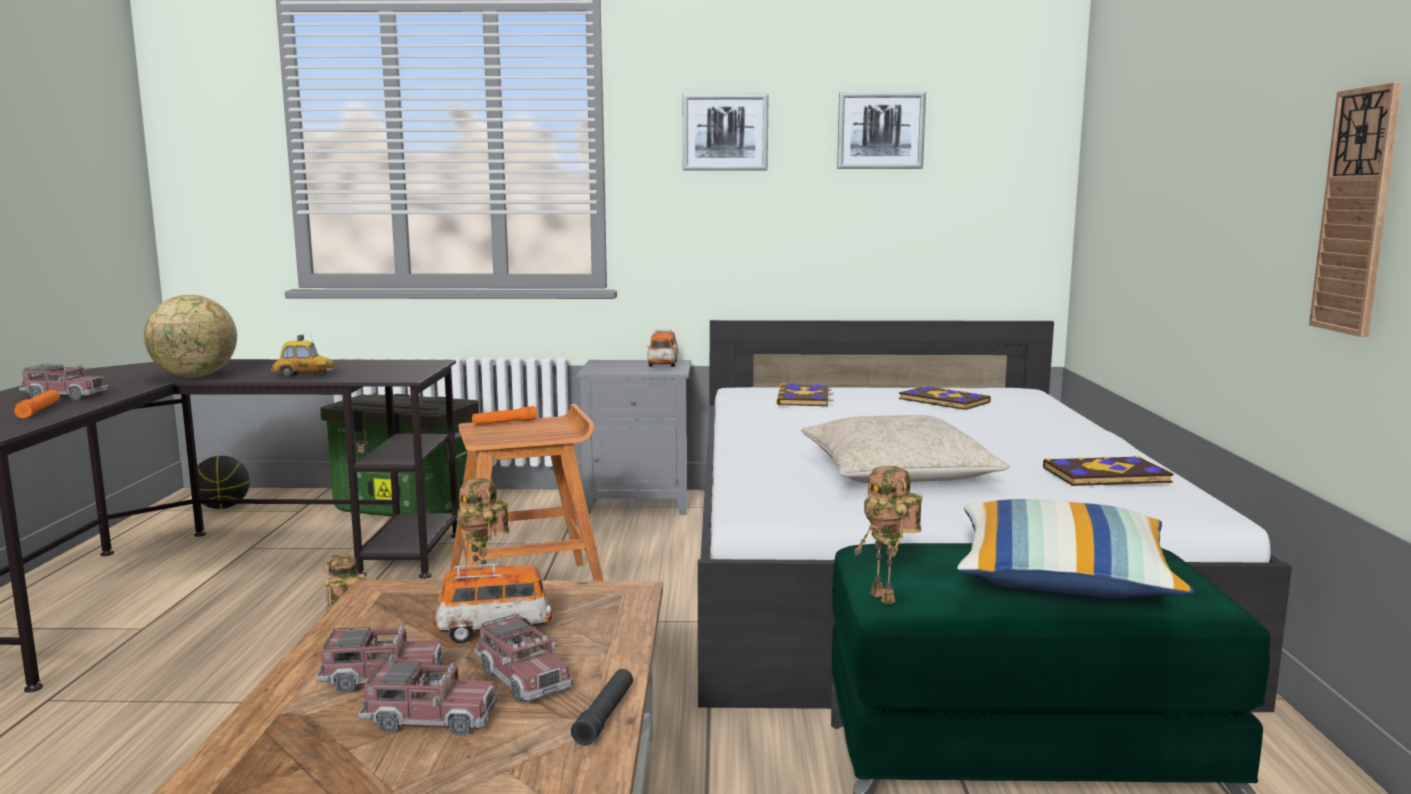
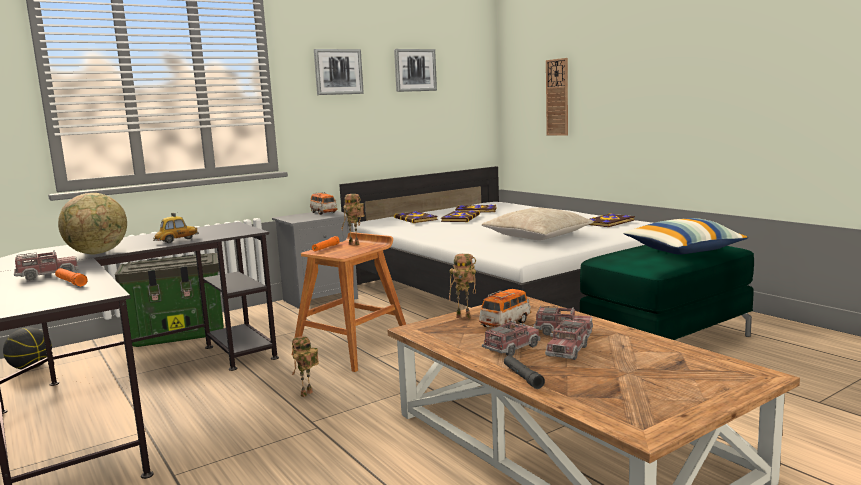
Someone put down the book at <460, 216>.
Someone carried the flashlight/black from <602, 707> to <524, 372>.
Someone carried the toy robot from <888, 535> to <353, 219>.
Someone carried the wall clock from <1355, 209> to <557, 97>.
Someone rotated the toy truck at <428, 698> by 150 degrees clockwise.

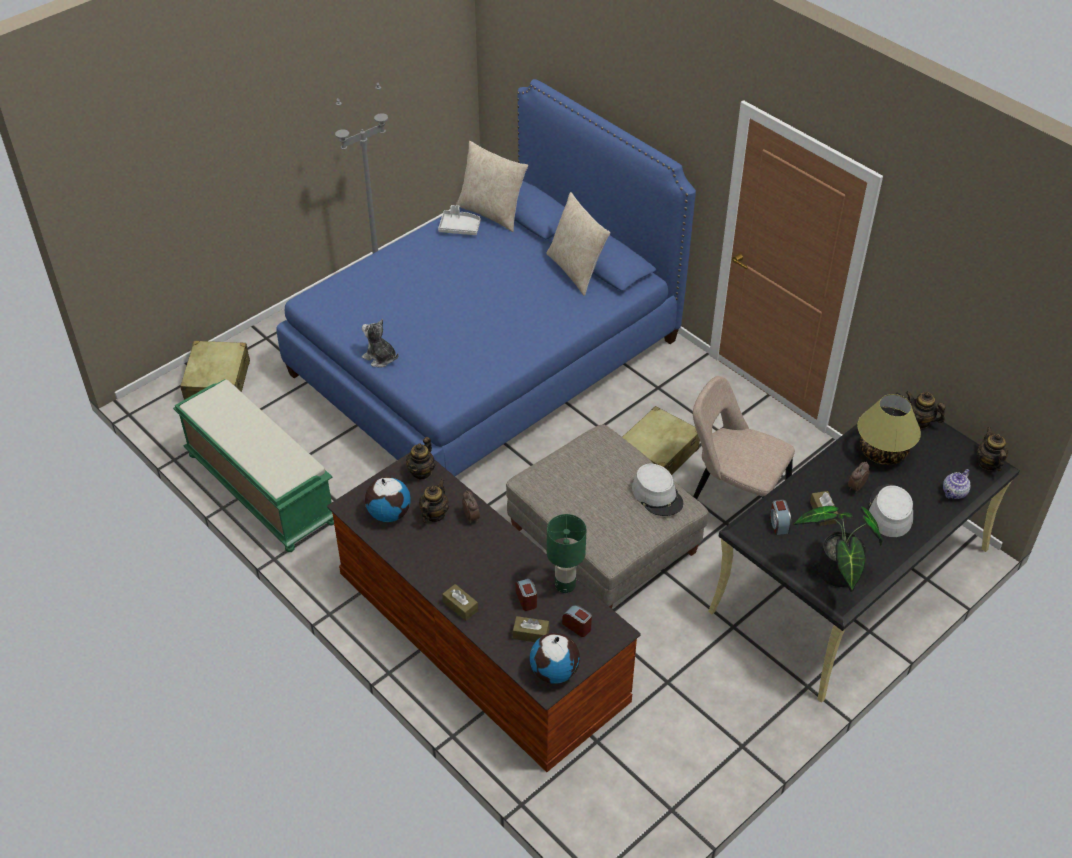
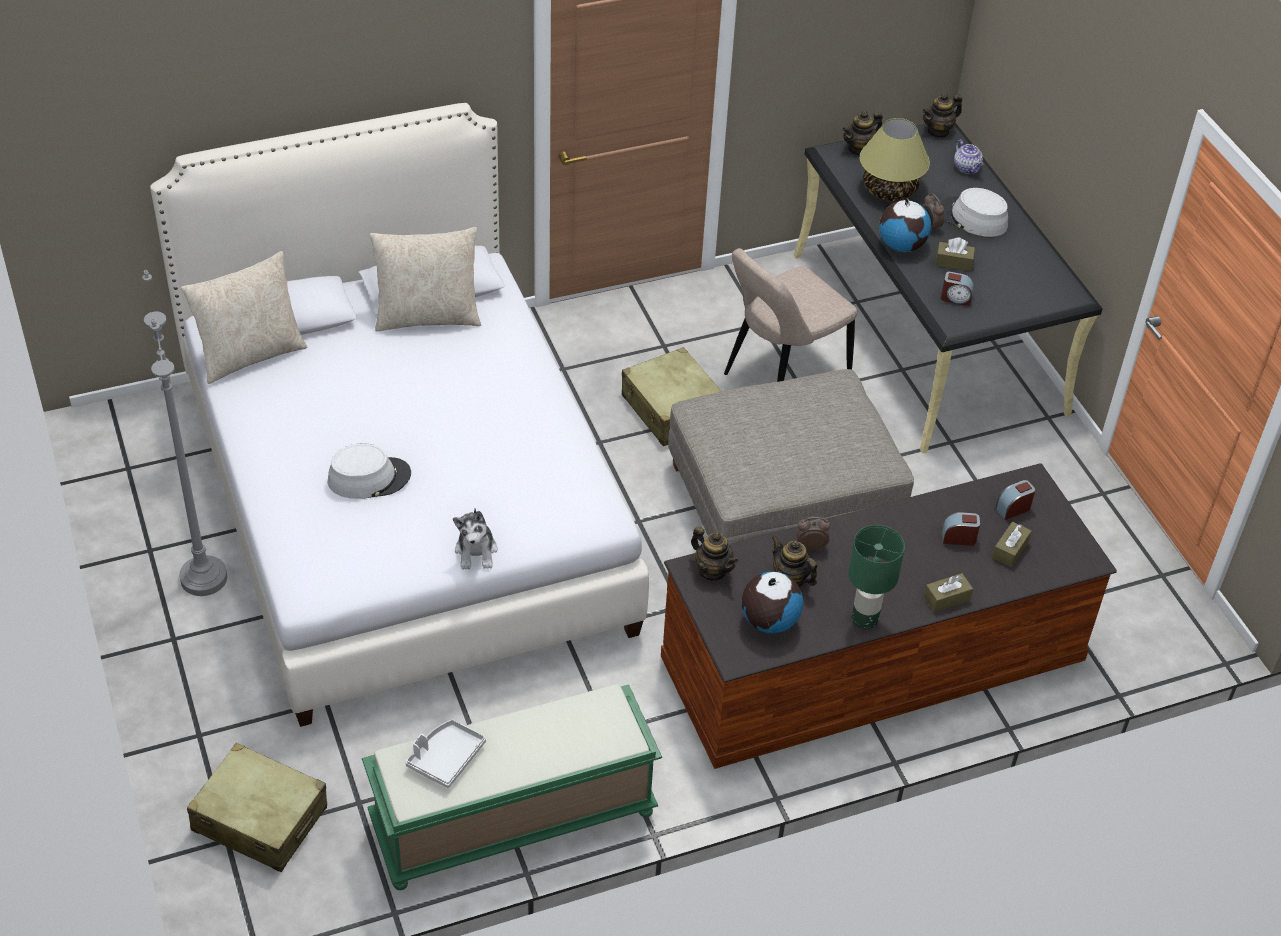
Someone took away the potted plant at <838, 549>.
Someone carried the tray/grey from <459, 220> to <446, 753>.
Someone carried the globe from <555, 658> to <905, 225>.
Someone carried the table lamp/green from <567, 553> to <876, 577>.
Someone carried the hat/grey from <657, 490> to <369, 471>.
Someone repainted the bed/blue at <486, 277>, which became the bed/white at <399, 415>.
Someone rotated the plush toy at <380, 343> by 60 degrees counterclockwise.
Someone rotated the teapot at <993, 449> by 45 degrees counterclockwise.

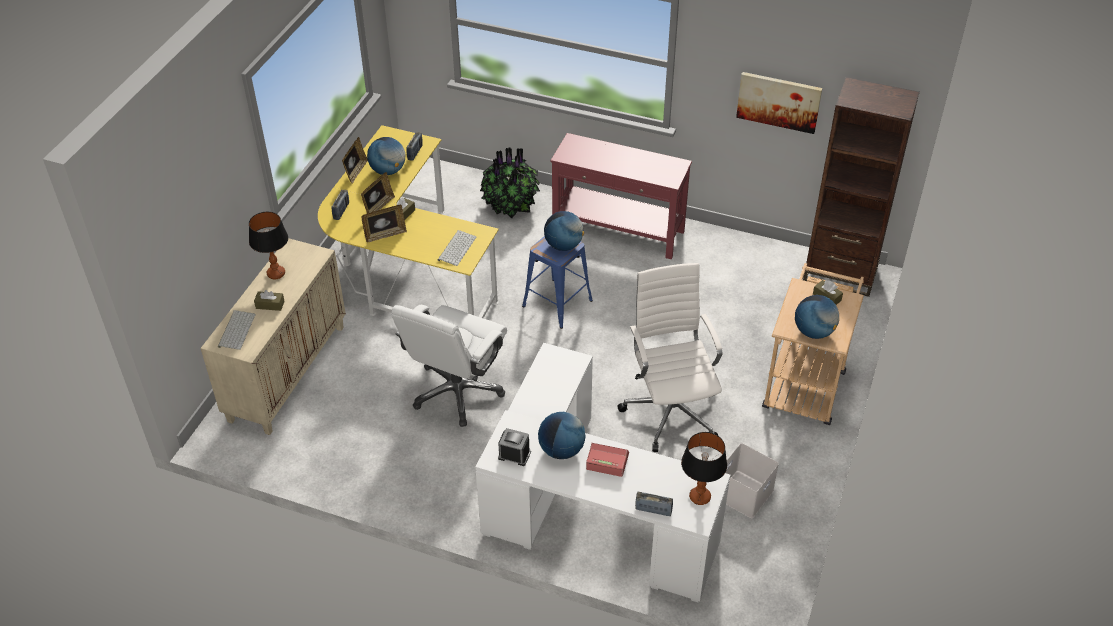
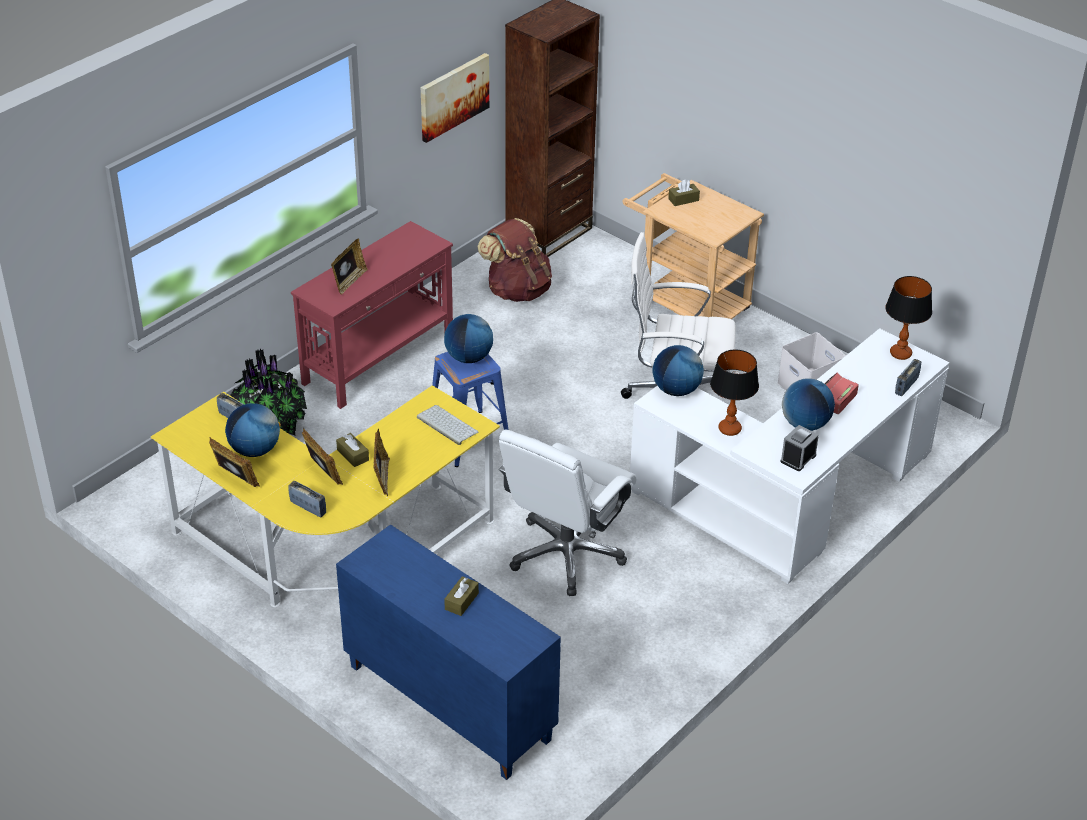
Someone took away the keyboard at <237, 330>.
Someone put down the picture frame at <349, 266>.
Someone put down the backpack/brown at <514, 260>.
Someone carried the table lamp from <268, 245> to <734, 392>.
Someone carried the globe from <817, 317> to <678, 370>.
Someone repainted the cabinet/beige at <273, 336>, which became the cabinet/blue at <448, 652>.
Someone rotated the office chair/white at <449, 366> by 75 degrees clockwise.

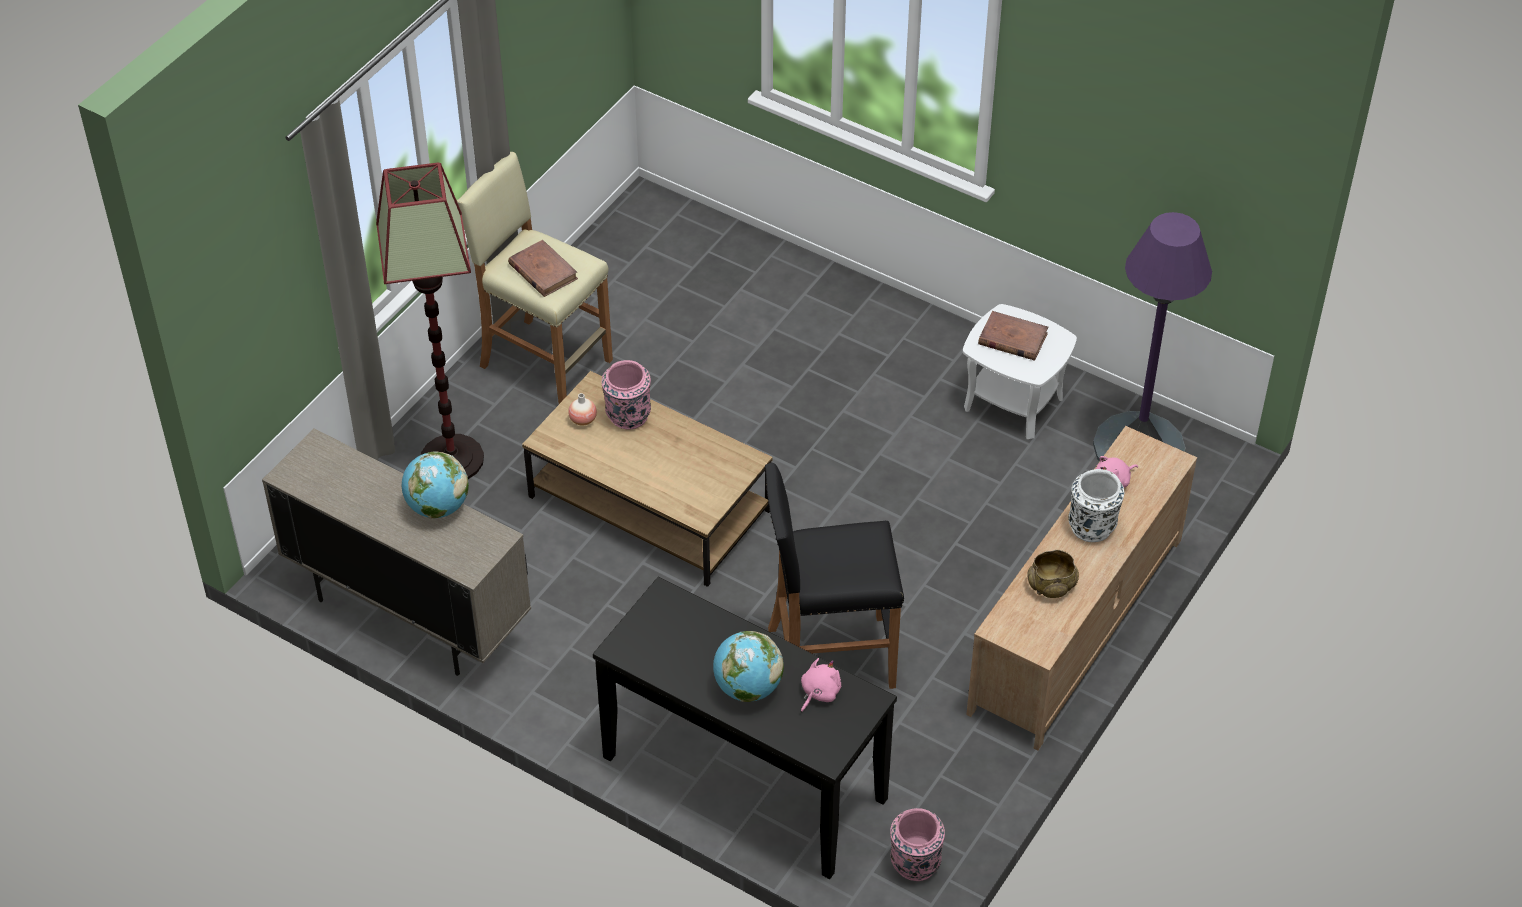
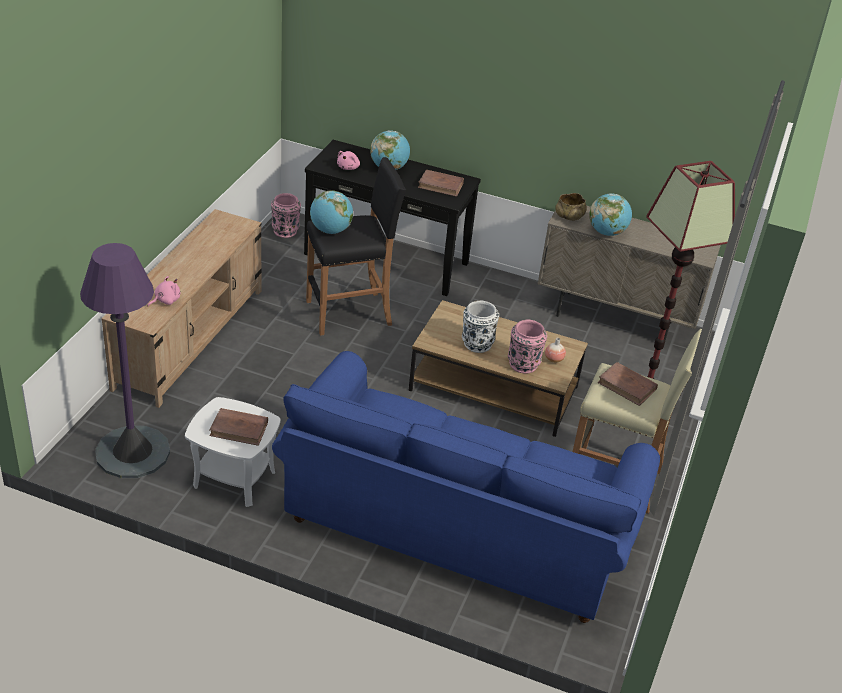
Someone put down the sofa/blue at <466, 487>.
Someone put down the globe at <331, 212>.
Someone put down the book/brown at <441, 183>.
Someone carried the bowl/beige from <1053, 574> to <571, 207>.
Someone carried the vase/white from <1096, 505> to <480, 327>.

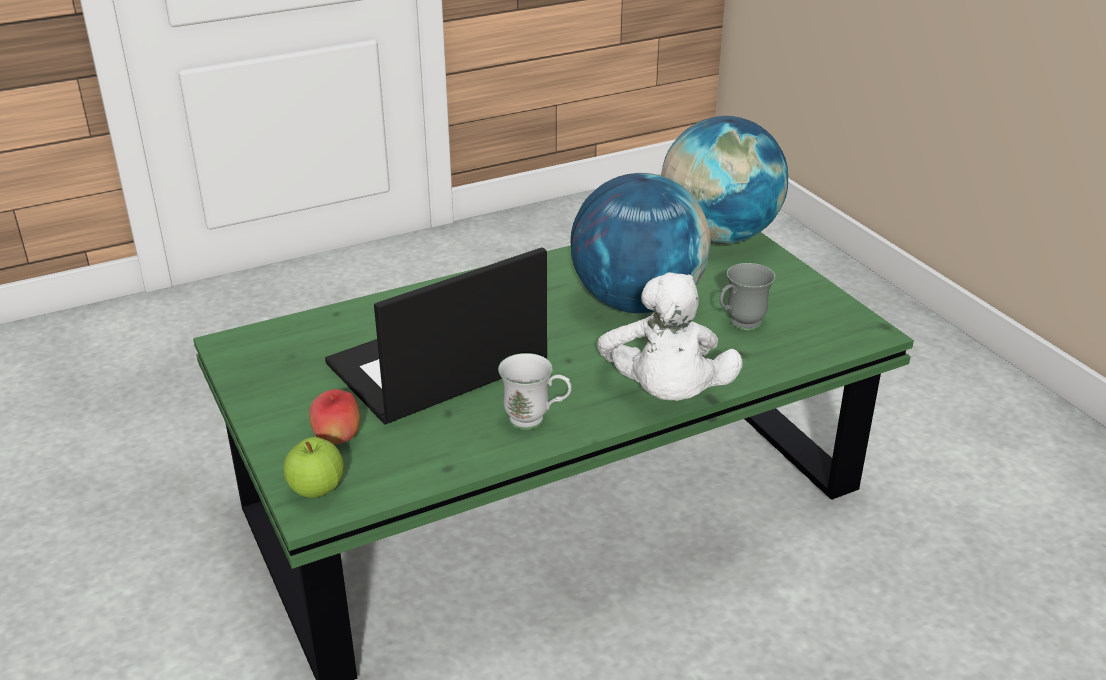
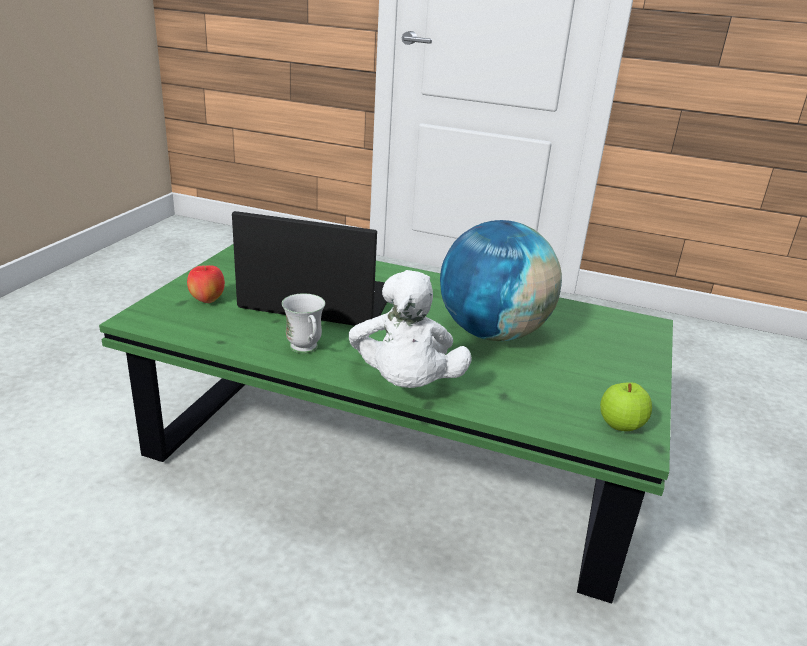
Someone took away the globe at <724, 180>.
Someone took away the mug/grey at <747, 296>.
Someone carried the apple from <314, 467> to <626, 406>.
Someone rotated the plush toy/white at <670, 336> by 45 degrees counterclockwise.

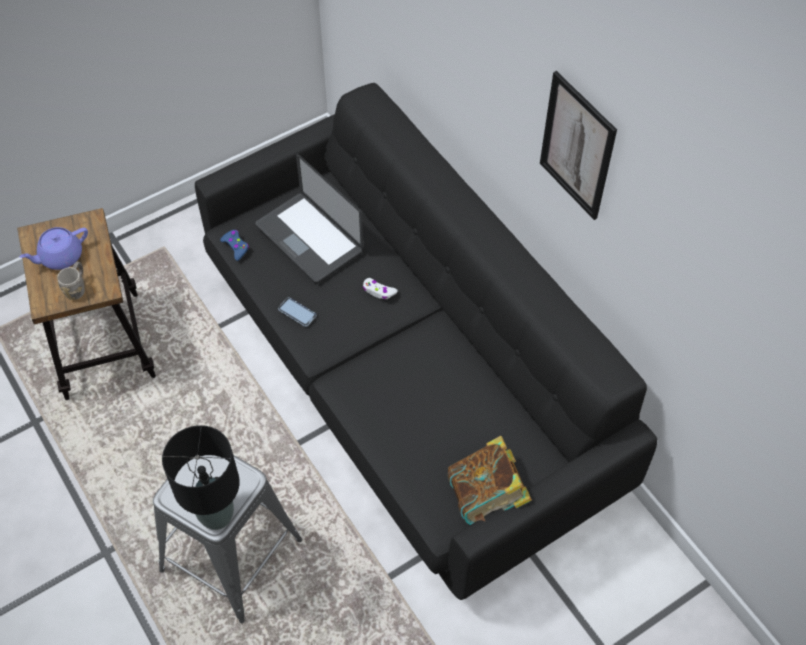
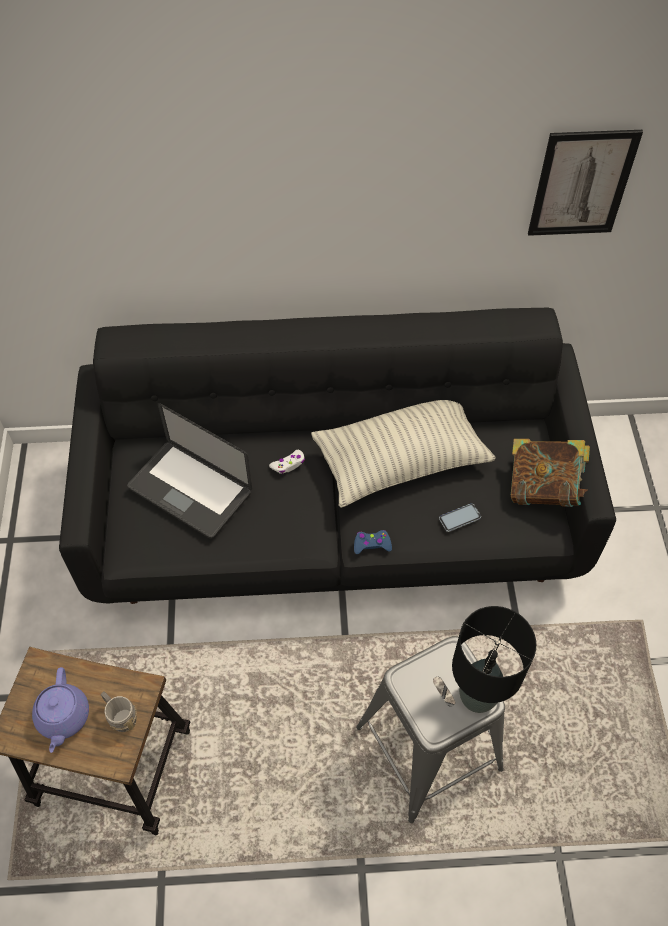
Someone put down the pillow at <403, 454>.
Someone carried the game controller/blue from <234, 245> to <373, 542>.
Someone carried the phone from <297, 312> to <460, 517>.
Someone carried the picture from <578, 145> to <585, 183>.
Someone rotated the laptop at <309, 219> by 45 degrees clockwise.

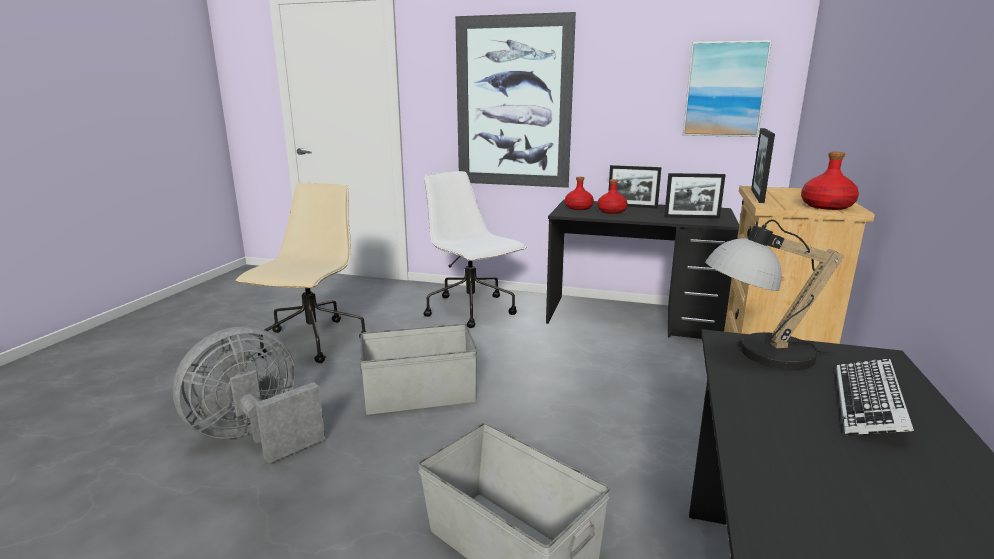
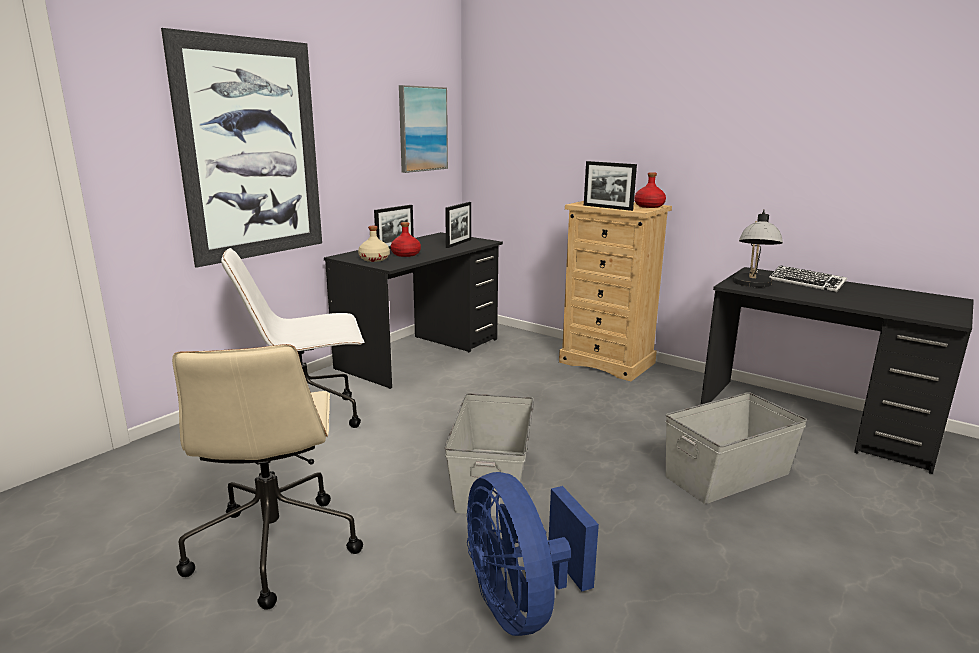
Someone repainted the fan/grey at <249, 395>, which became the fan/blue at <533, 554>.
Someone repainted the bottle/red at <579, 193>, which became the bottle/beige at <374, 244>.
Someone rotated the office chair/beige at <301, 273> by 135 degrees counterclockwise.

